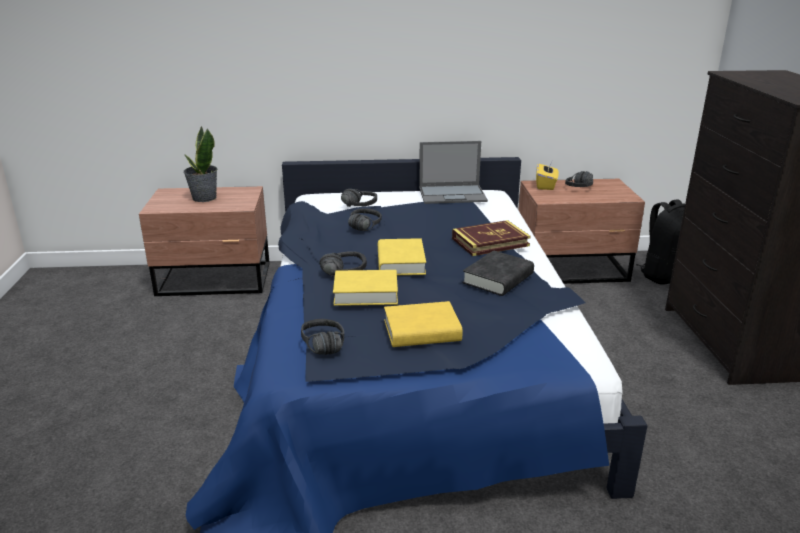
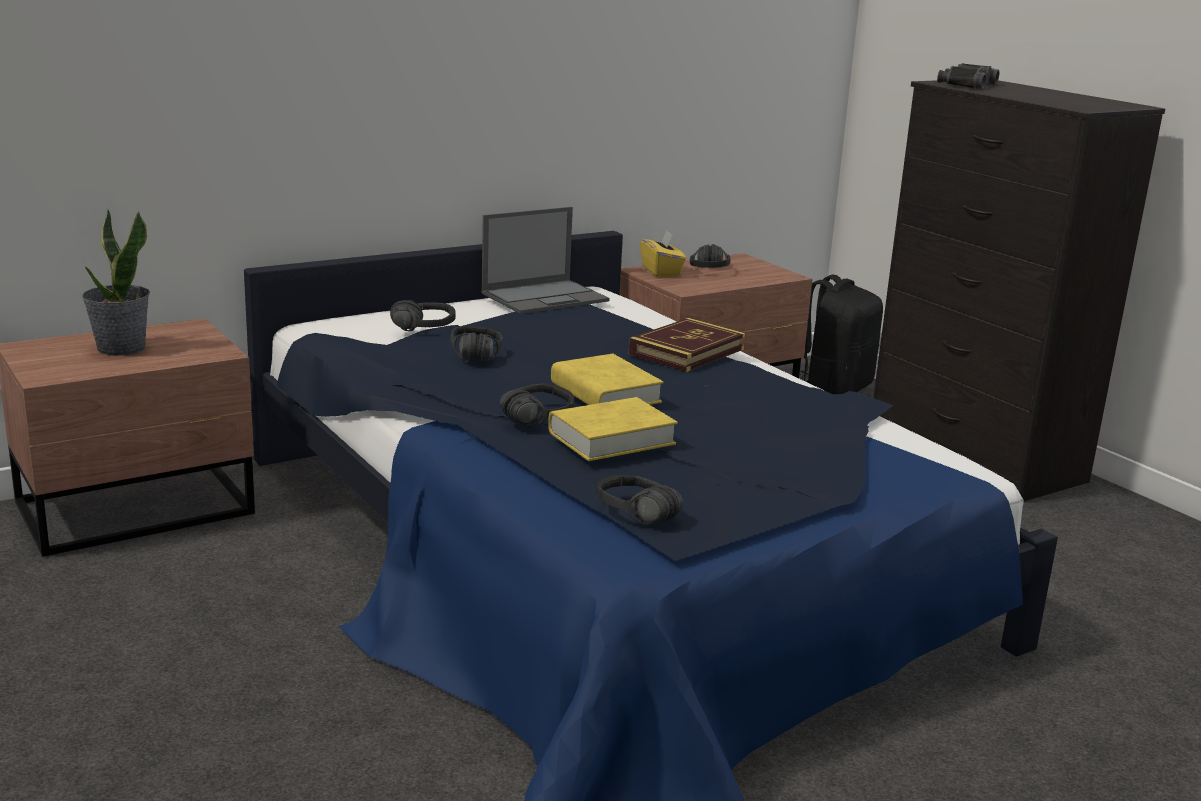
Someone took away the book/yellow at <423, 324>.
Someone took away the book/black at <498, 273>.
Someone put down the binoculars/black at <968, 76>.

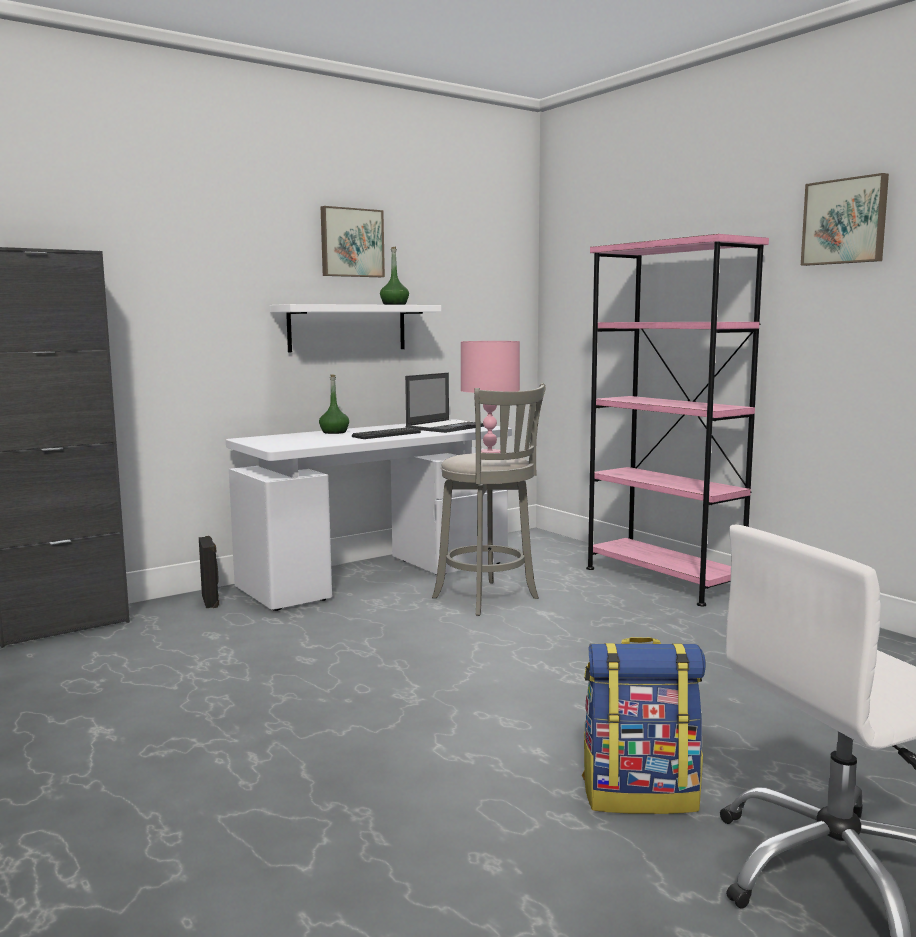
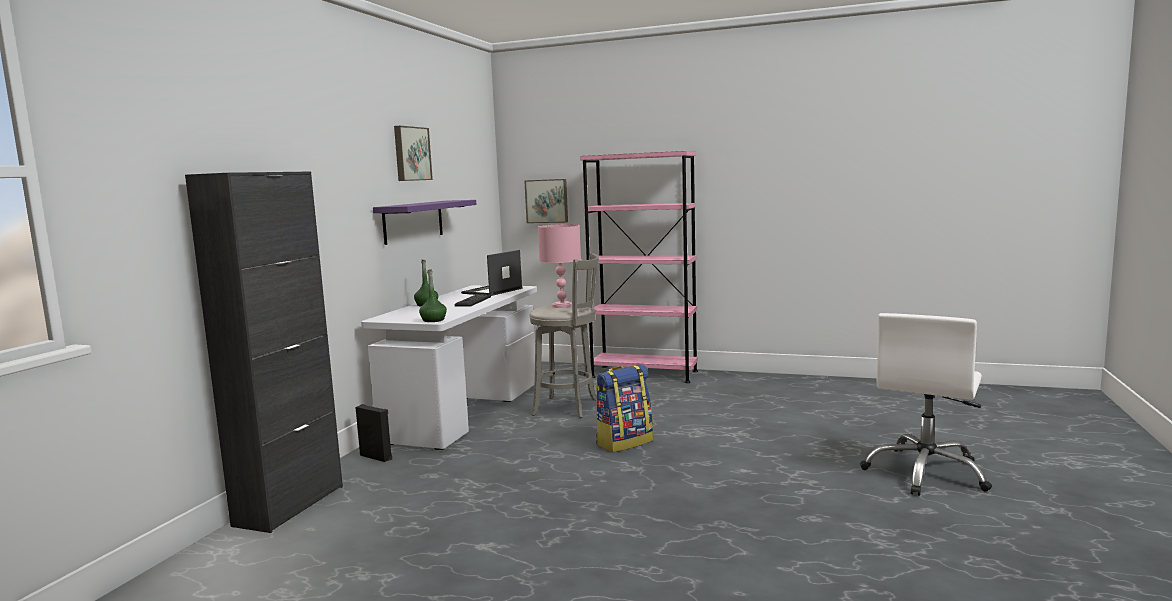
Someone carried the bottle/green from <394, 276> to <433, 295>.
Someone carried the backpack from <643, 725> to <624, 408>.
Someone carried the picture from <845, 219> to <546, 201>.
Someone repainted the shelf/white at <355, 328>, which became the shelf/purple at <425, 222>.
Someone rotated the laptop at <444, 403> by 150 degrees counterclockwise.

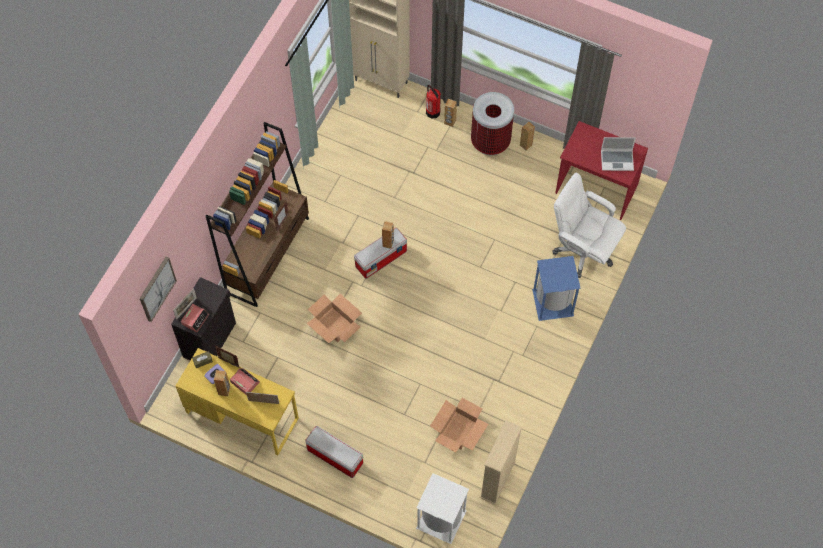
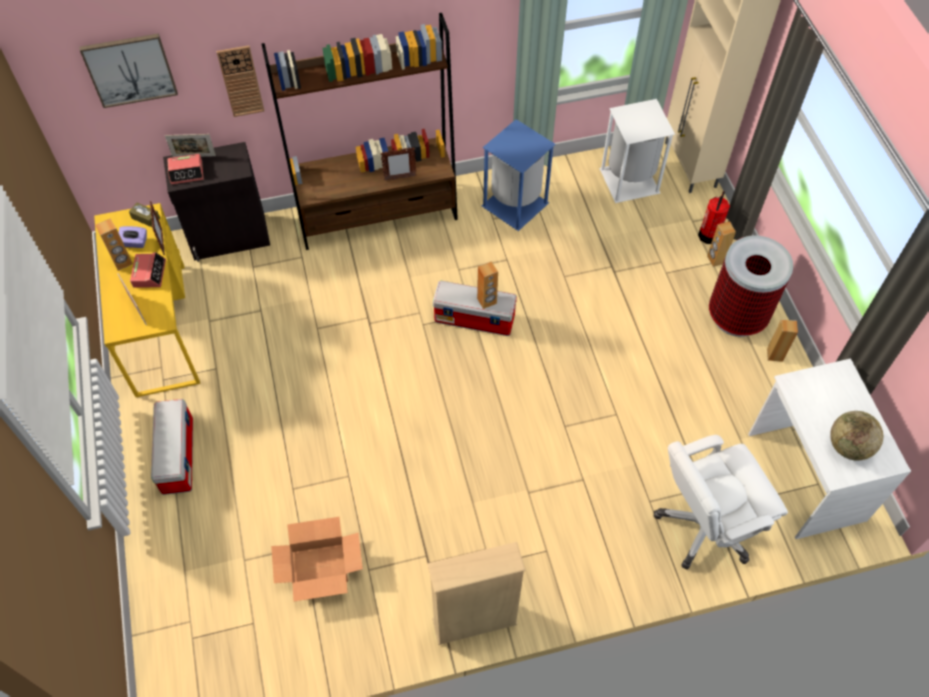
Someone took away the cardboard box at <334, 318>.
Someone put up the wall clock at <240, 81>.
Someone carried the trash can/white from <442, 508> to <637, 151>.
Someone carried the bookcase/beige from <501, 462> to <476, 593>.
Someone carried the trash can/blue from <556, 288> to <519, 175>.
Someone swapped the laptop at <618, 154> for the globe at <856, 436>.
Someone repainted the desk/red at <601, 170>, which became the desk/white at <829, 449>.
Someone rotated the office chair/white at <589, 225> by 105 degrees counterclockwise.

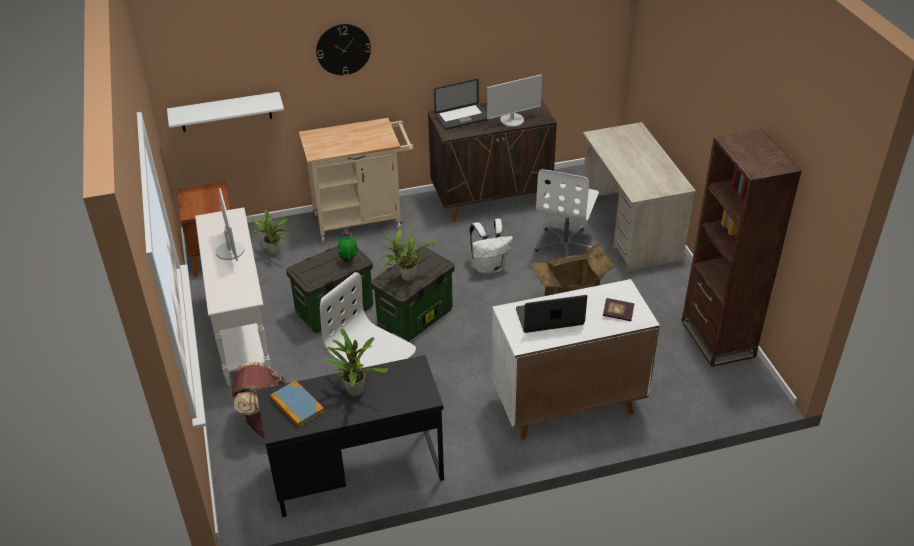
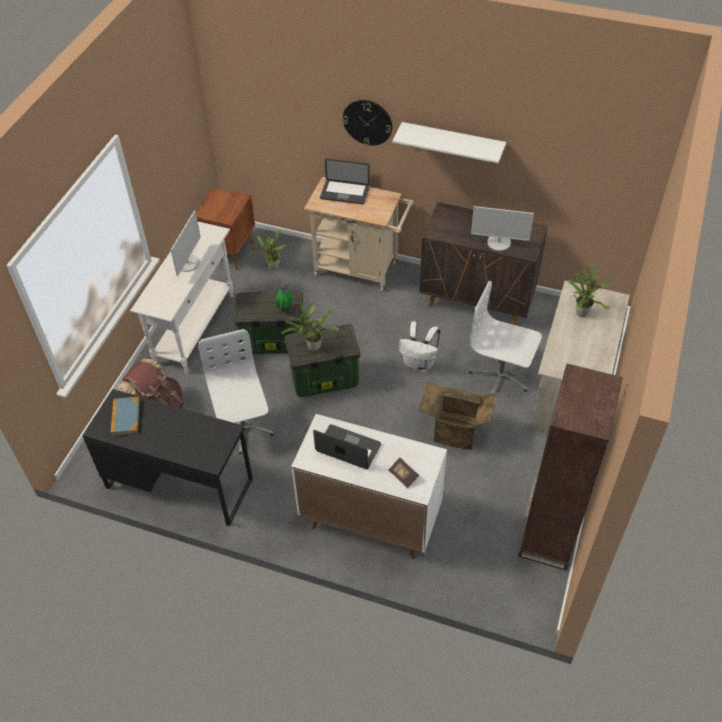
Someone carried the shelf/white from <225, 112> to <449, 142>.
Someone carried the potted plant from <356, 362> to <590, 290>.
Someone carried the laptop from <461, 104> to <345, 181>.
Someone rotated the office chair/white at <567, 213> by 60 degrees clockwise.

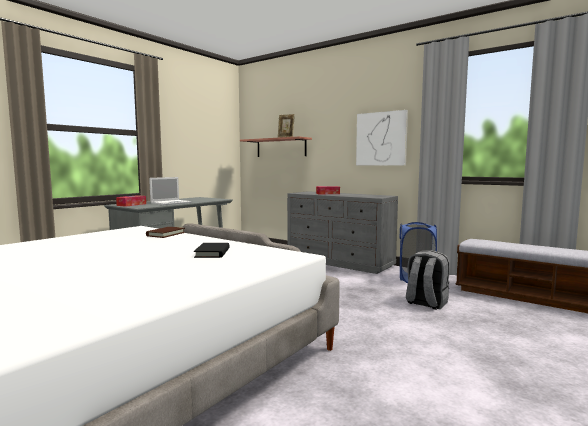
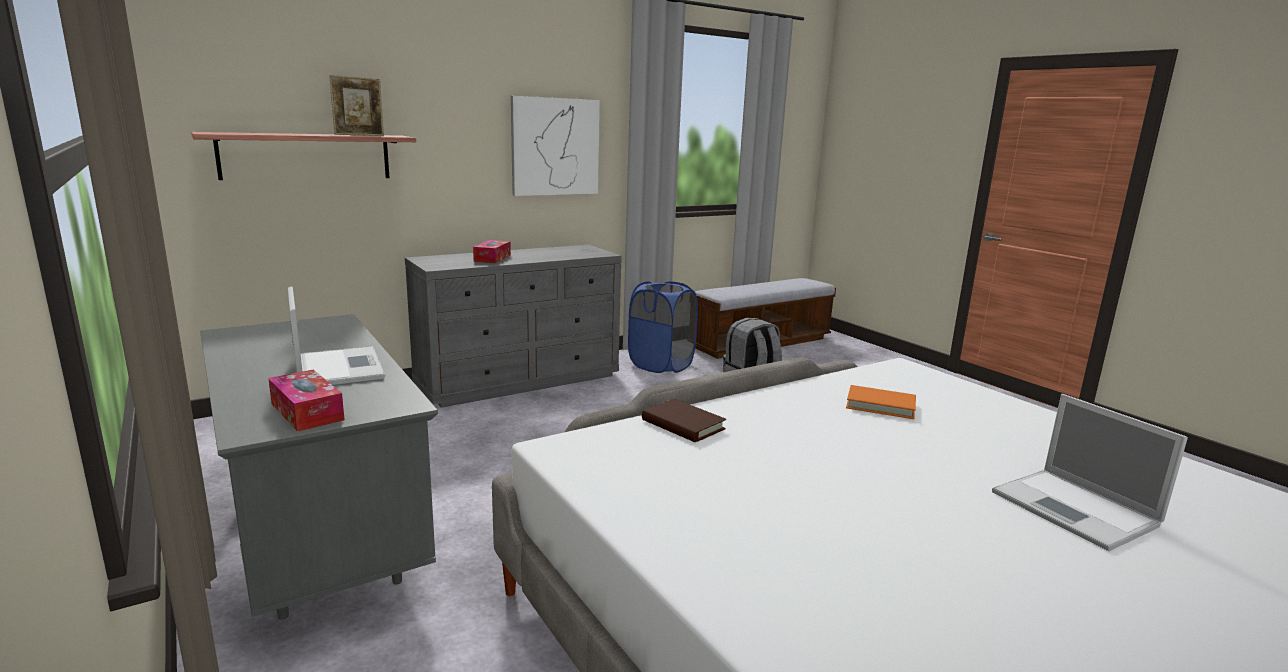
Someone put down the laptop at <1090, 472>.
Someone repainted the book/black at <212, 250>, which became the book/orange at <881, 402>.

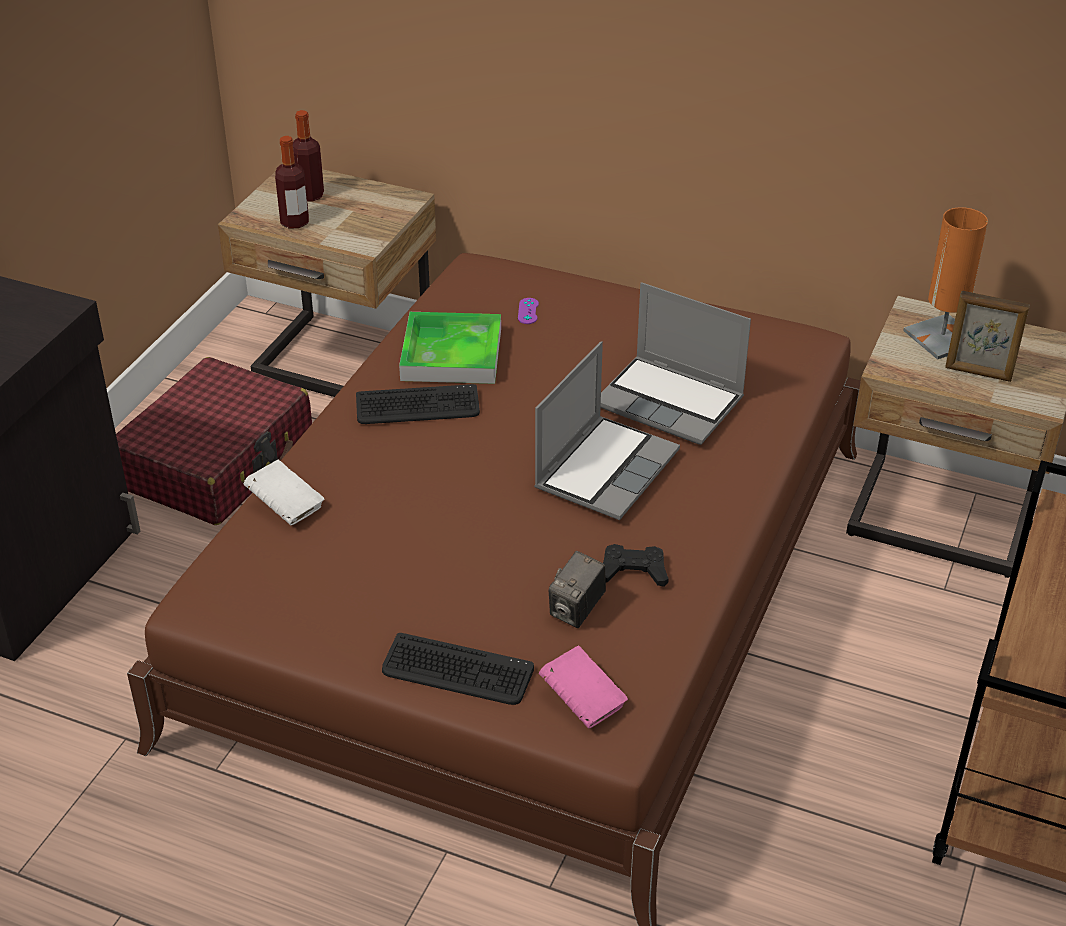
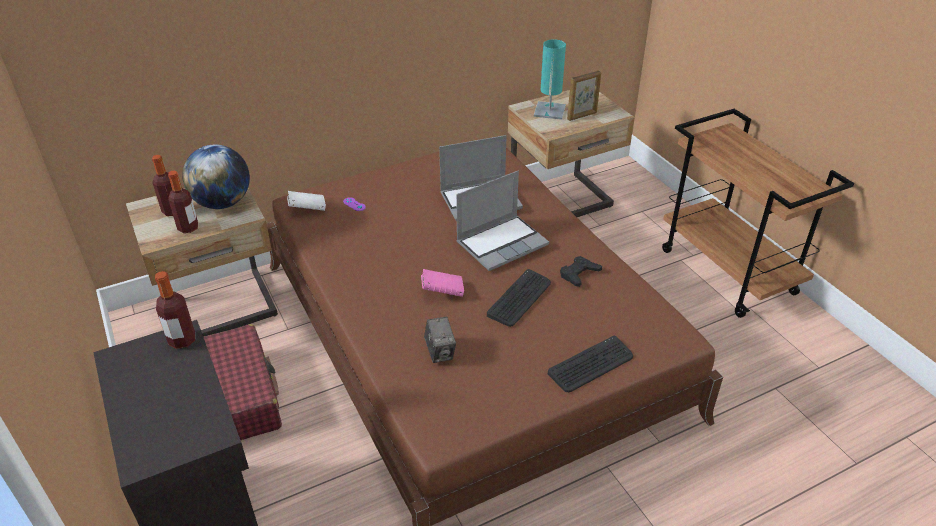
Someone took away the tray at <450, 348>.
Someone put down the bottle at <175, 310>.
Someone put down the globe at <216, 177>.
Someone carried the book/white from <284, 492> to <306, 201>.
Someone carried the keyboard from <418, 404> to <519, 298>.
Someone carried the book/pink from <583, 687> to <442, 283>.
Someone carried the photo camera from <577, 589> to <440, 340>.
Someone repainted the table lamp/orange at <945, 283>, which became the table lamp/turquoise at <550, 79>.
Someone rotated the laptop at <607, 430> by 75 degrees clockwise.

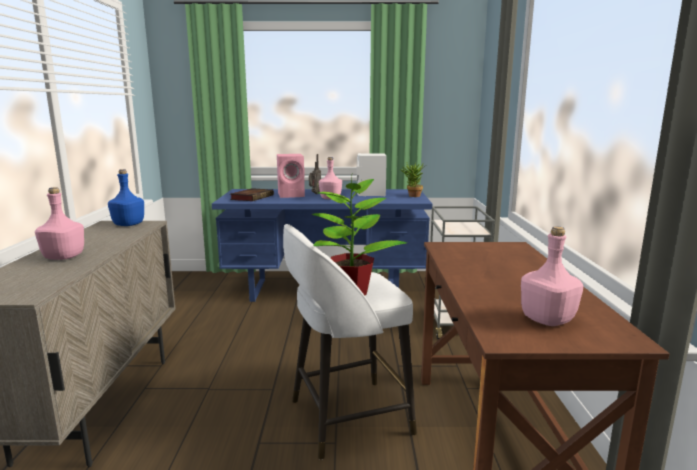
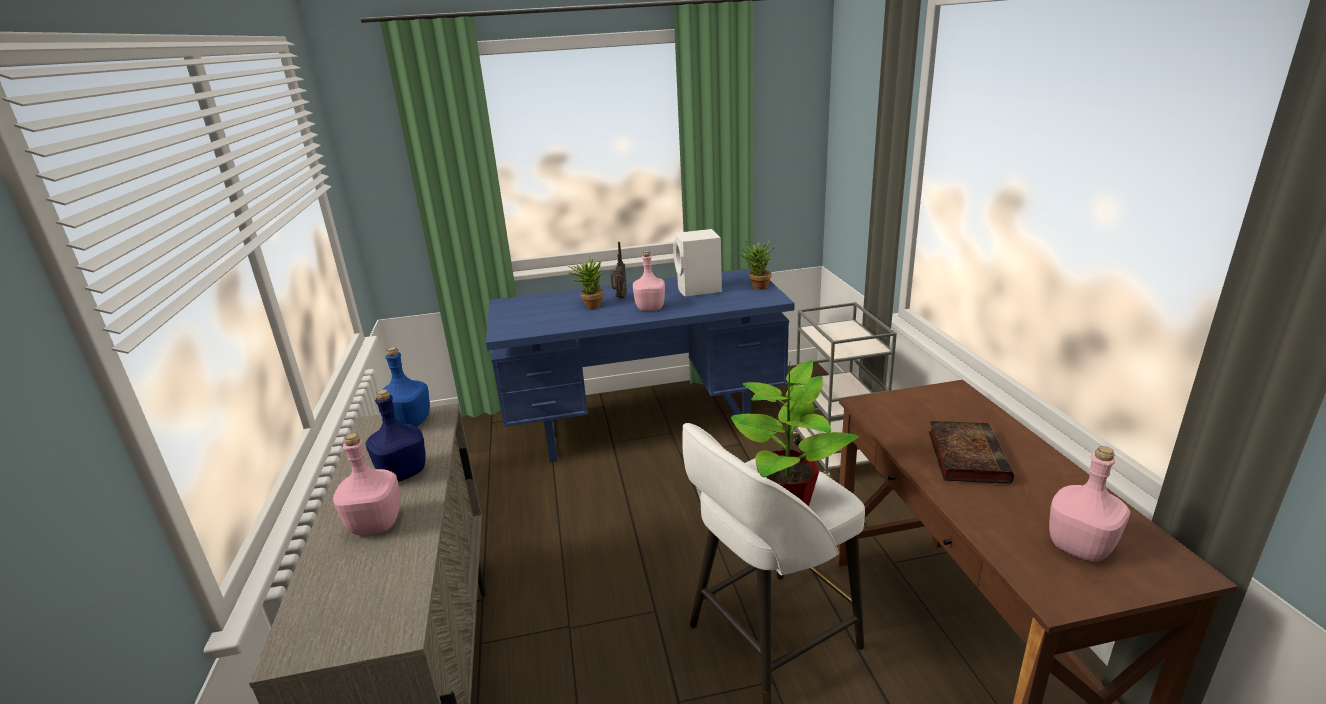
Someone put down the bottle/blue at <395, 435>.
Someone carried the book from <252, 194> to <971, 452>.
Someone swapped the speaker/pink at <291, 176> for the potted plant at <586, 282>.

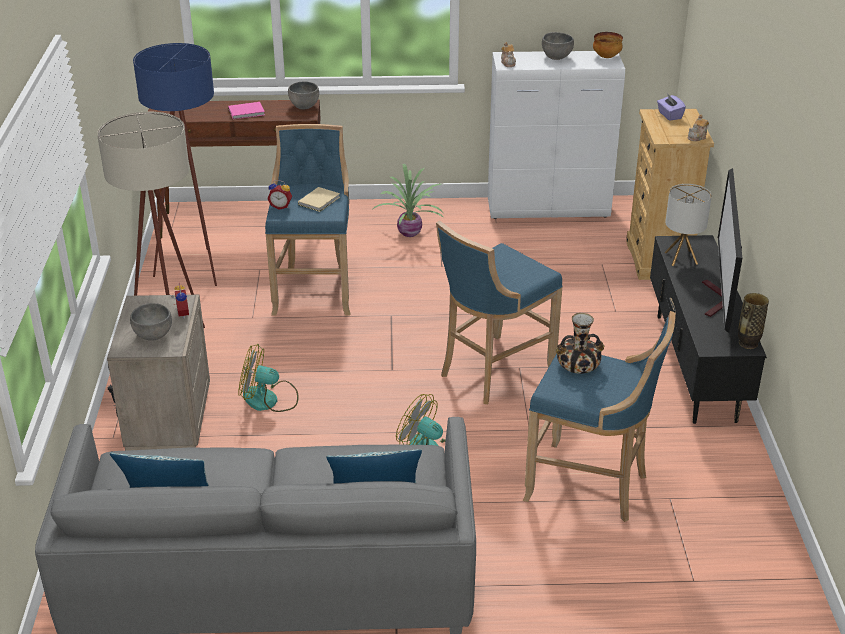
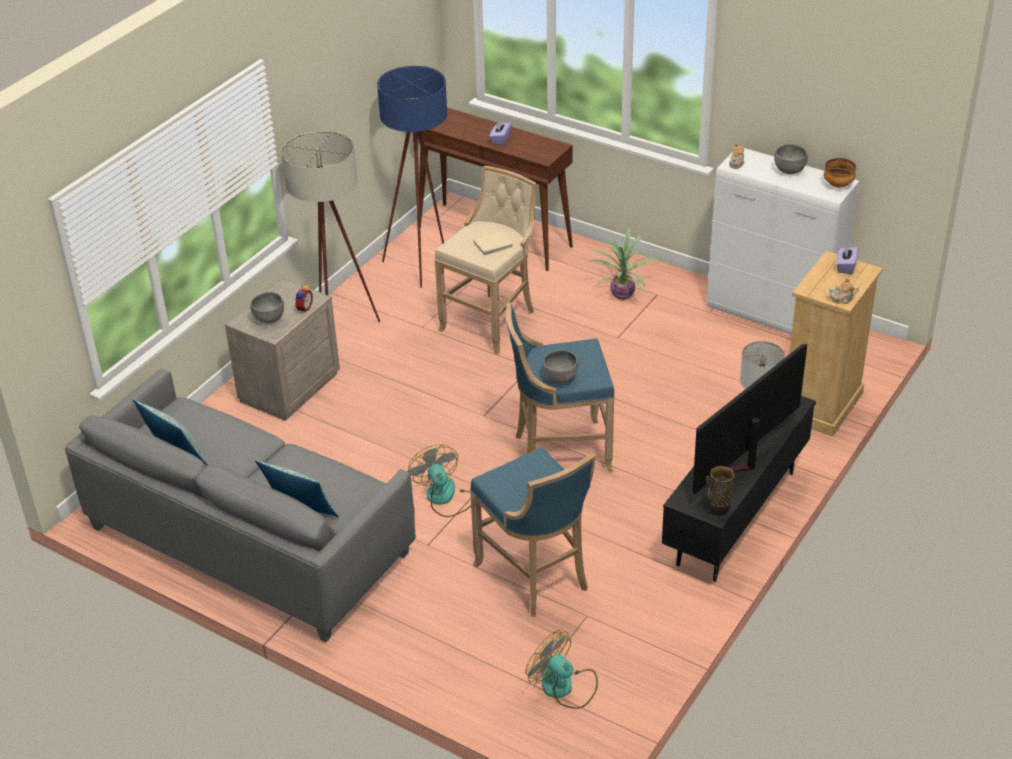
Someone took away the alarm clock at <279, 195>.
Someone took away the vase at <580, 343>.
Someone carried the fan from <268, 378> to <561, 669>.
Someone carried the bowl/grey from <303, 95> to <560, 367>.
Someone swapped the book/pink at <246, 110> for the tissue box/purple at <501, 133>.
Someone repainted the stool/blue at <307, 220>, which became the stool/beige at <486, 260>.

